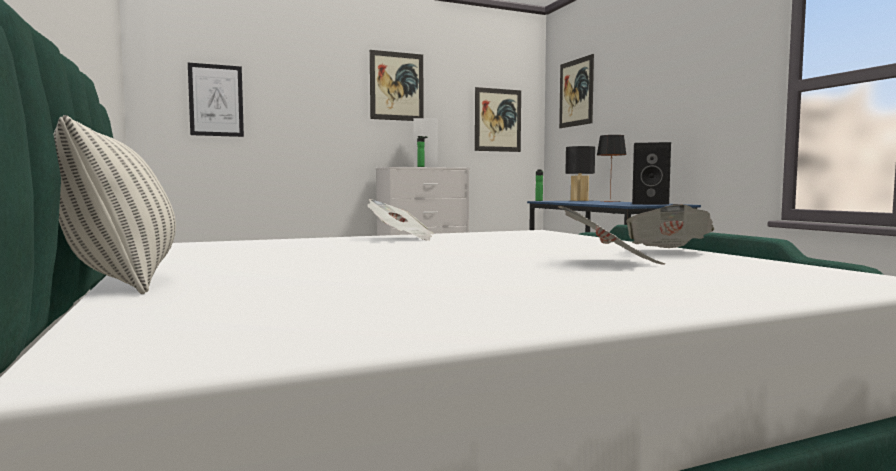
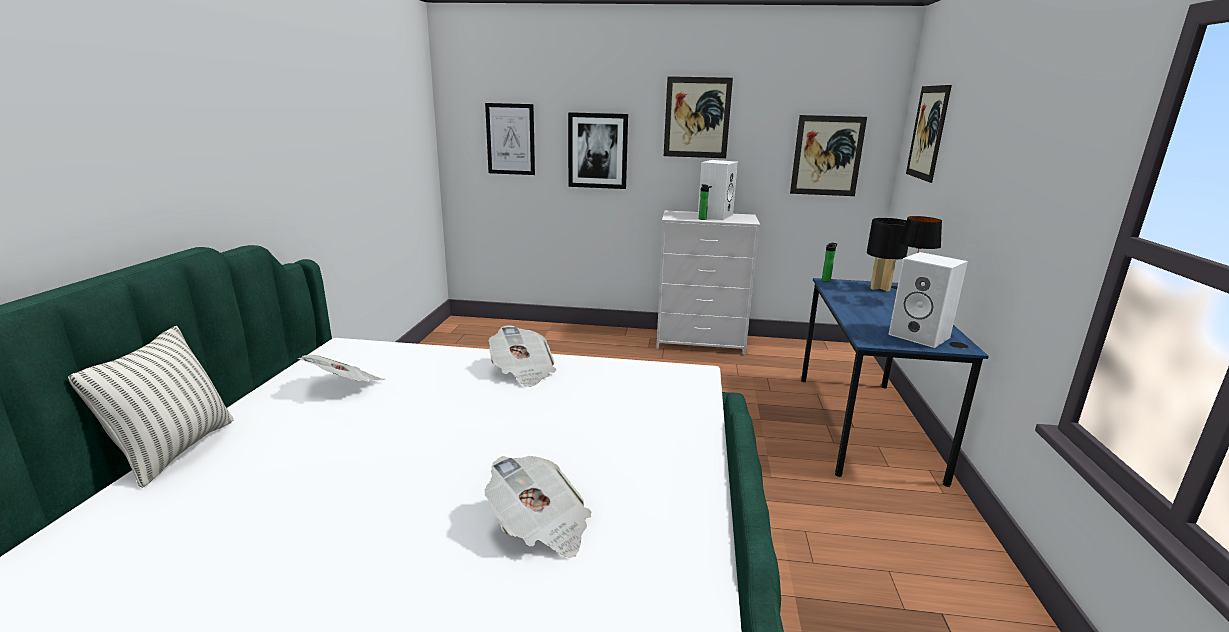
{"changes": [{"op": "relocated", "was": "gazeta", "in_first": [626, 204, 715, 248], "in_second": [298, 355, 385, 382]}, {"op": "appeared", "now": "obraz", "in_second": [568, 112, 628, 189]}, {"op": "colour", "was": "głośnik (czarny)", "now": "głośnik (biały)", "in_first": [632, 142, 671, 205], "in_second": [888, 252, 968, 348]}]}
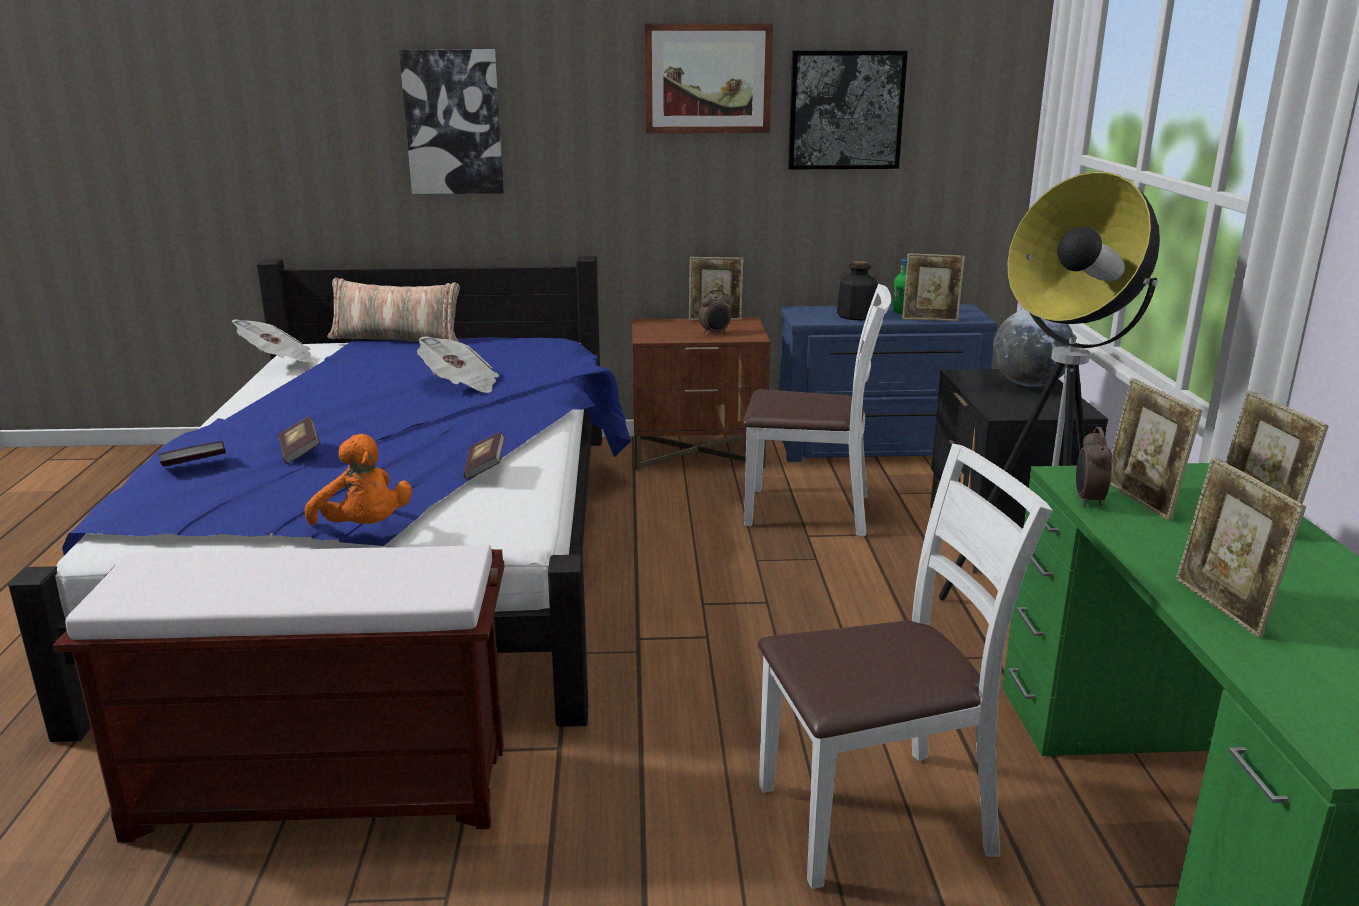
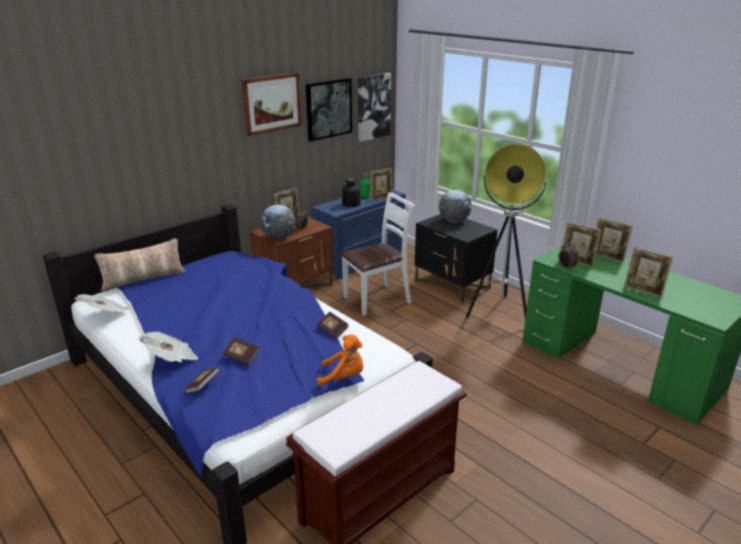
{"changes": [{"op": "relocated", "was": "gazeta", "in_first": [417, 336, 499, 393], "in_second": [138, 332, 199, 362]}, {"op": "appeared", "now": "globus", "in_second": [260, 205, 295, 239]}, {"op": "relocated", "was": "obraz", "in_first": [399, 49, 504, 194], "in_second": [358, 73, 391, 142]}, {"op": "missing", "was": "krzesło (biały)", "in_first": [758, 444, 1053, 889]}]}
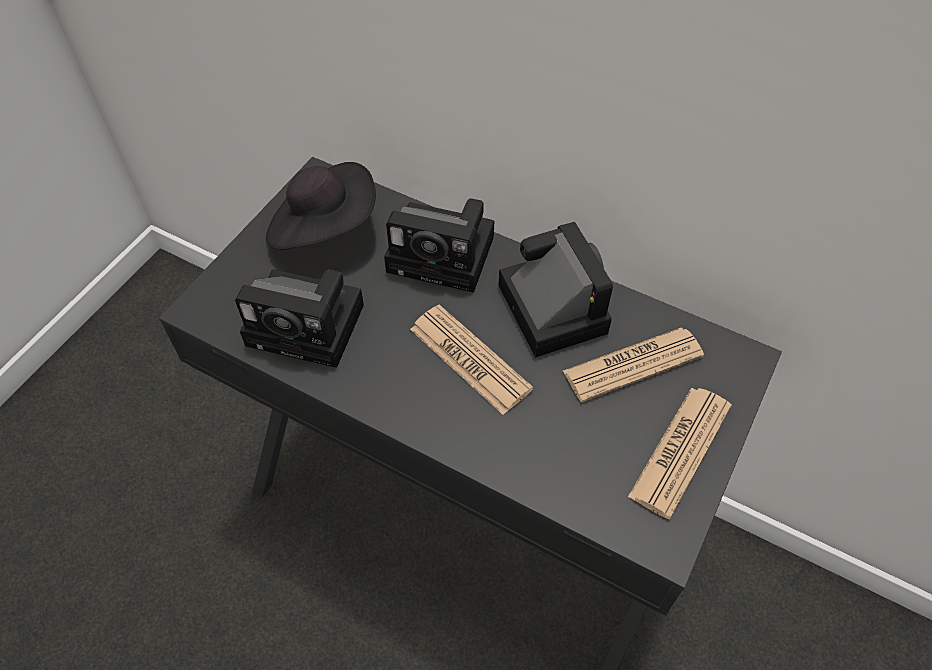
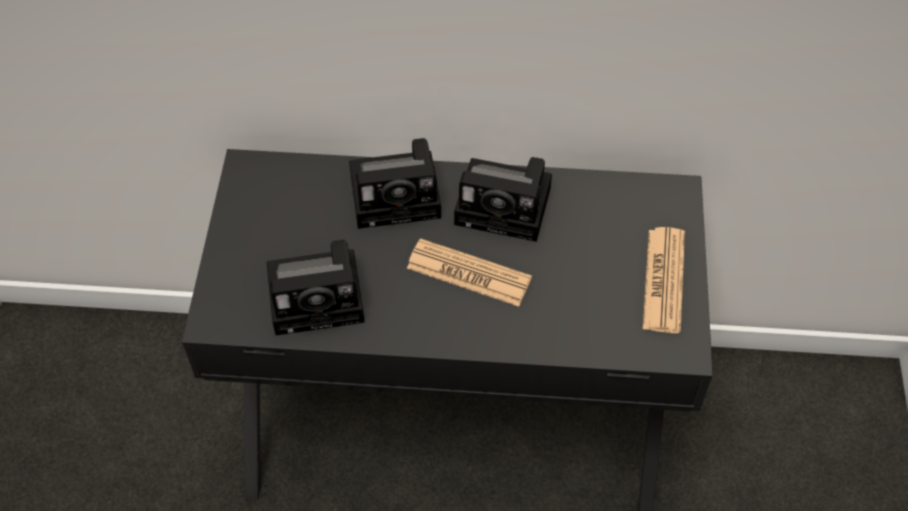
{"changes": [{"op": "spun", "was": "aparat fotograficzny", "in_first": [498, 222, 613, 358], "in_second": [454, 157, 552, 242], "clockwise": 150}, {"op": "missing", "was": "kapelusz (czarny)", "in_first": [266, 162, 376, 250]}, {"op": "missing", "was": "gazeta", "in_first": [563, 327, 704, 402]}]}
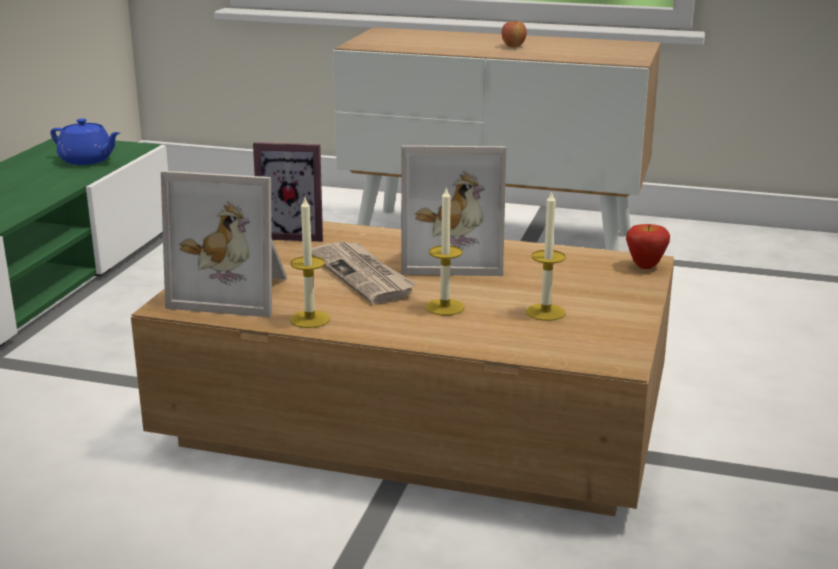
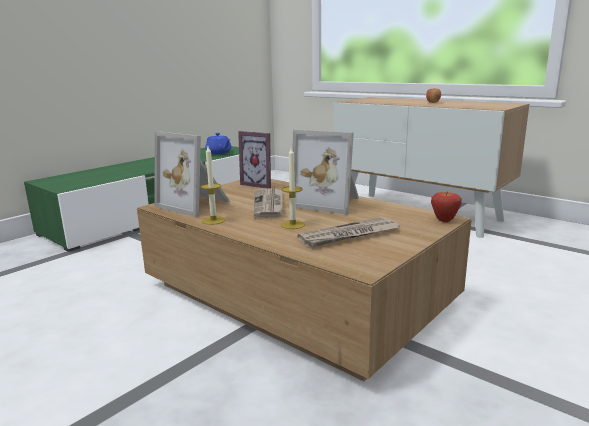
{"changes": [{"op": "exchanged", "was": "świeca", "now": "gazeta", "in_first": [526, 190, 566, 321], "in_second": [297, 217, 400, 248]}]}
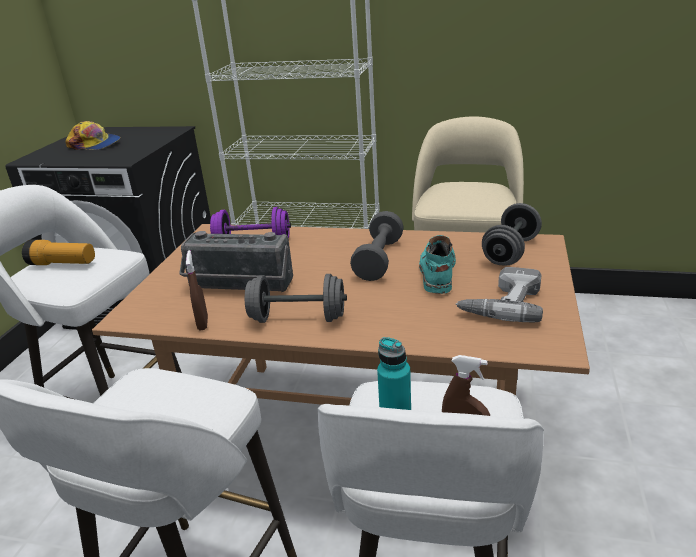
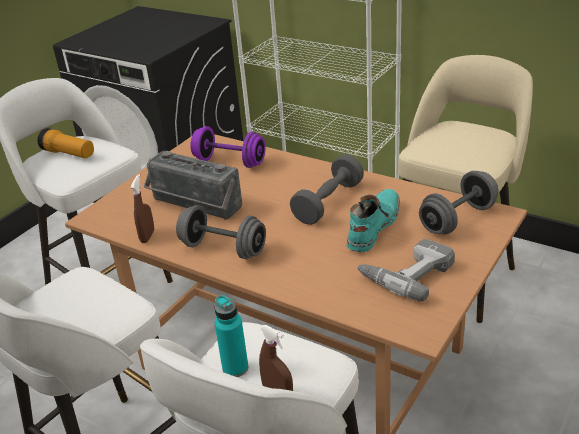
{"changes": [{"op": "missing", "was": "czapka z daszkiem", "in_first": [65, 121, 121, 150]}]}
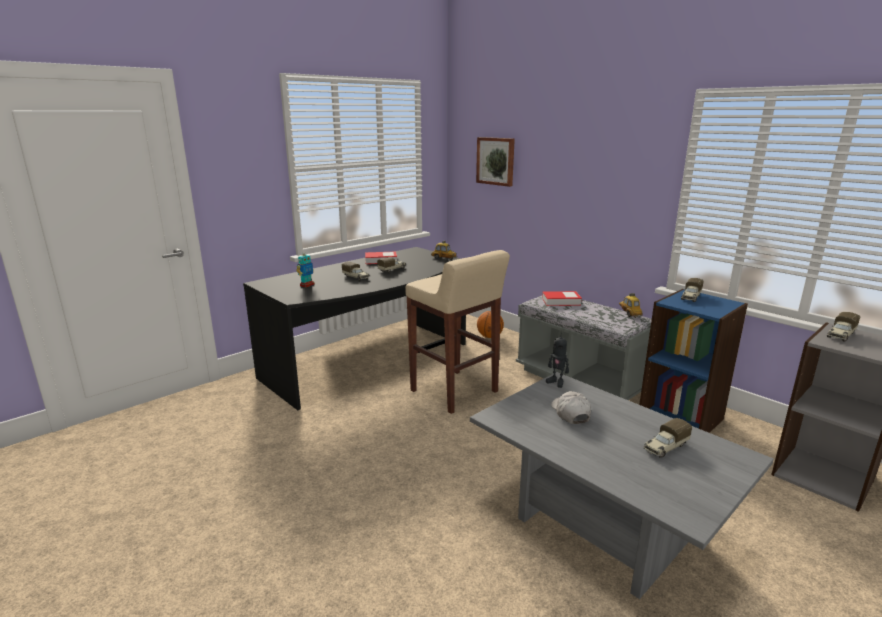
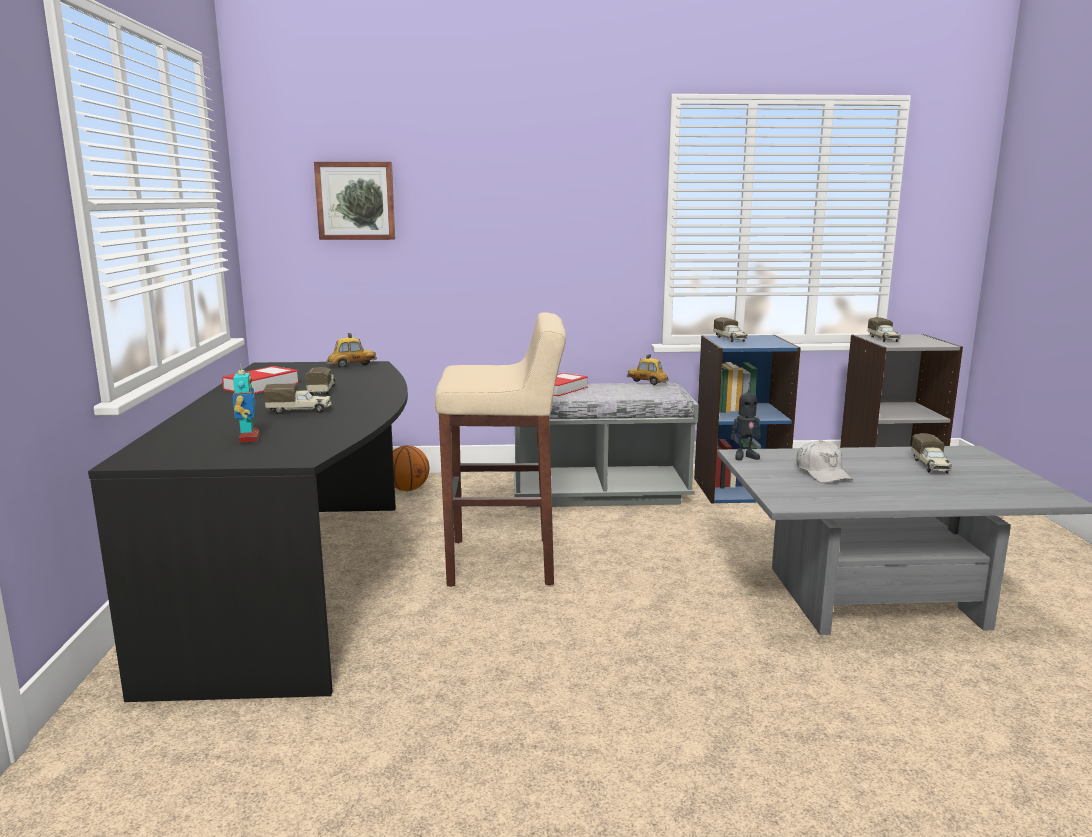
{"changes": [{"op": "spun", "was": "czapka z daszkiem (biały)", "in_first": [551, 391, 591, 424], "in_second": [796, 440, 853, 483], "clockwise": -135}]}
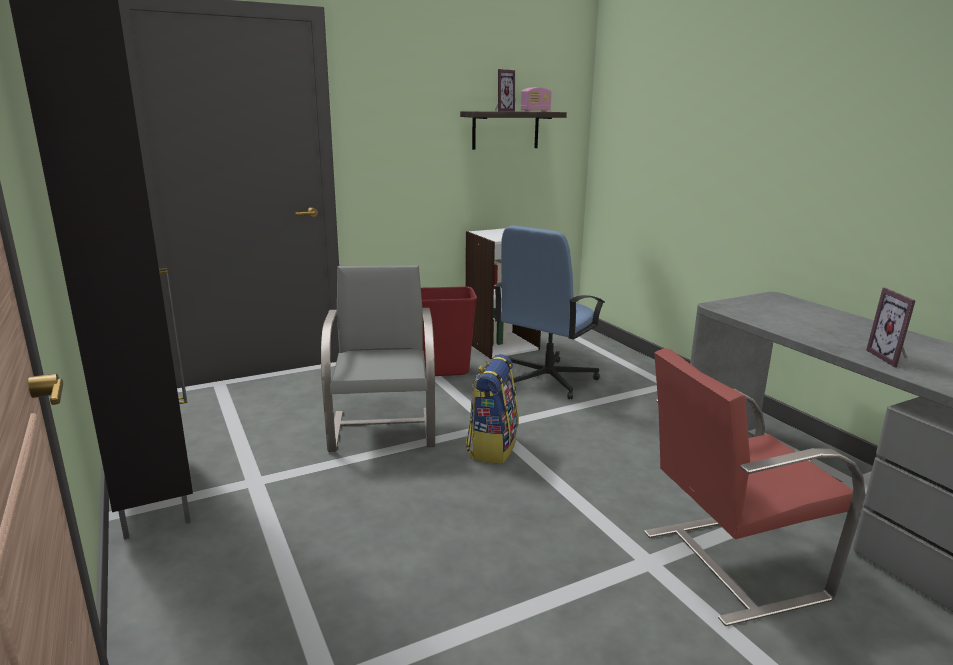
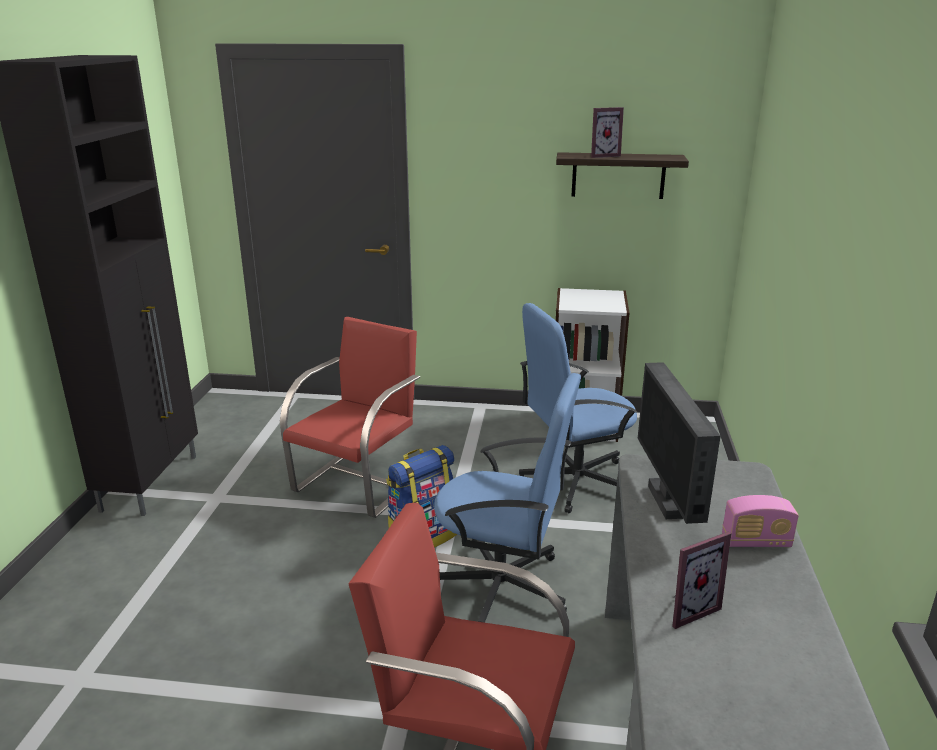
{"changes": [{"op": "colour", "was": "krzesło (szary)", "now": "krzesło (czerwony)", "in_first": [321, 265, 435, 452], "in_second": [280, 317, 420, 518]}, {"op": "appeared", "now": "krzesło biurowe (niebieski)", "in_second": [434, 373, 581, 623]}, {"op": "appeared", "now": "monitor", "in_second": [638, 362, 720, 524]}, {"op": "spun", "was": "ramka na zdjęcie", "in_first": [866, 288, 915, 367], "in_second": [672, 531, 731, 629], "clockwise": -150}, {"op": "relocated", "was": "radio", "in_first": [520, 87, 551, 112], "in_second": [722, 495, 799, 547]}, {"op": "missing", "was": "kosz na śmieci (czerwony)", "in_first": [421, 286, 477, 376]}]}
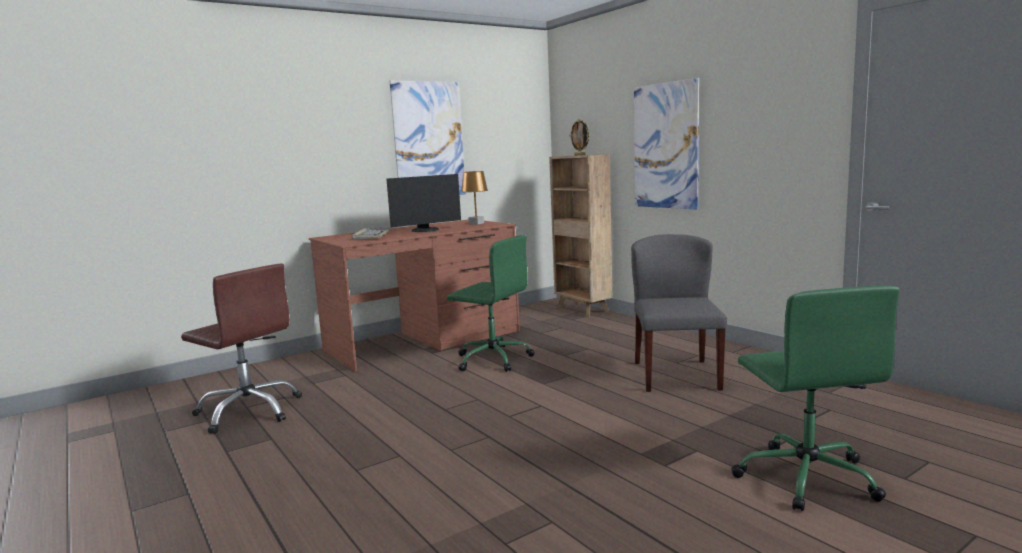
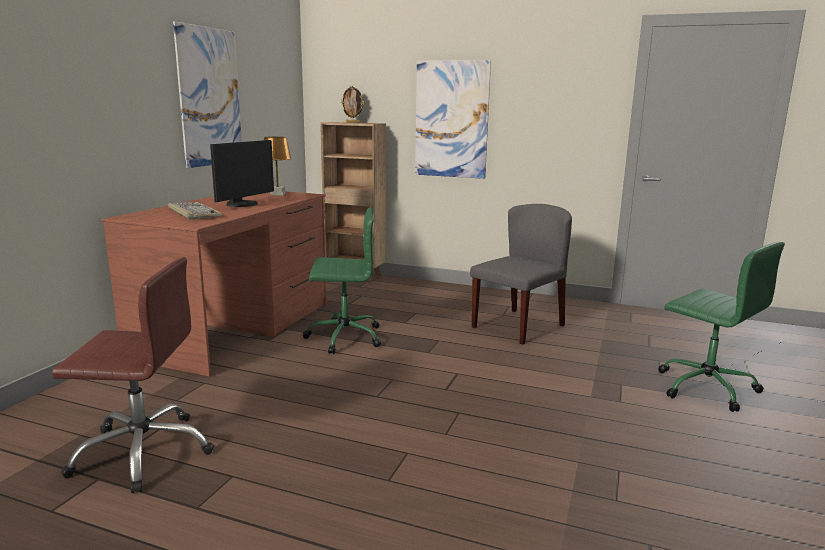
{"changes": [{"op": "spun", "was": "krzesło (szary)", "in_first": [631, 234, 727, 392], "in_second": [470, 204, 572, 345], "clockwise": 75}]}
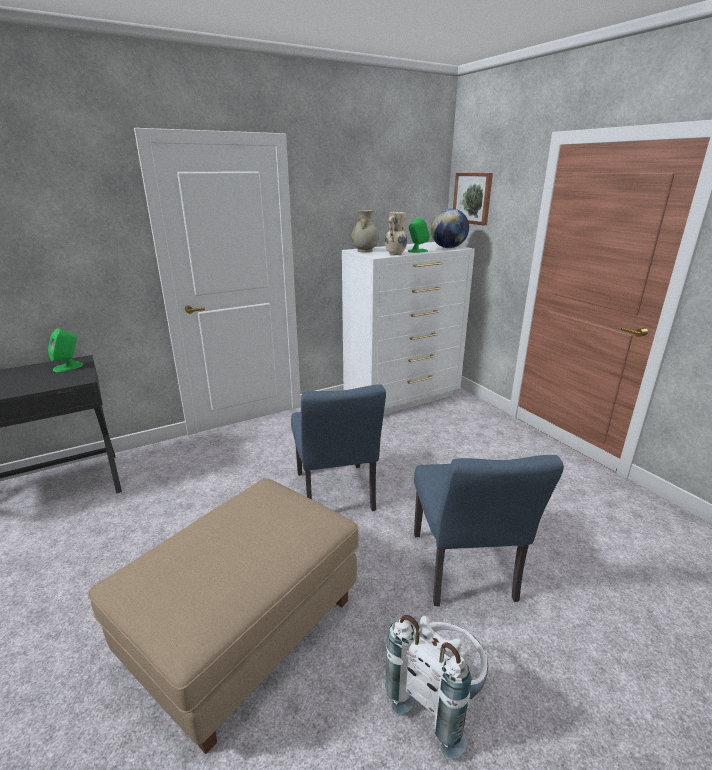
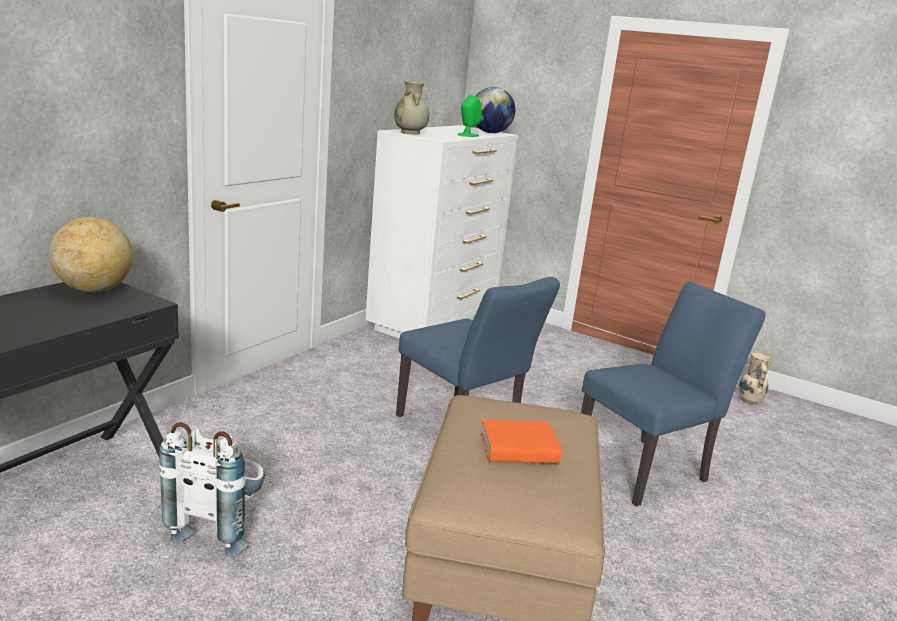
{"changes": [{"op": "exchanged", "was": "głośnik (zielony)", "now": "globus", "in_first": [48, 328, 83, 372], "in_second": [49, 217, 133, 293]}, {"op": "relocated", "was": "plecak (biały)", "in_first": [385, 615, 488, 758], "in_second": [159, 422, 265, 556]}, {"op": "appeared", "now": "książka (pomarańczowy)", "in_second": [481, 420, 562, 463]}, {"op": "spun", "was": "krzesło (niebieski)", "in_first": [414, 455, 564, 606], "in_second": [581, 281, 766, 507], "clockwise": -90}, {"op": "relocated", "was": "wazon (beżowy)", "in_first": [385, 211, 407, 255], "in_second": [739, 353, 772, 404]}, {"op": "missing", "was": "obraz", "in_first": [453, 173, 493, 226]}]}
